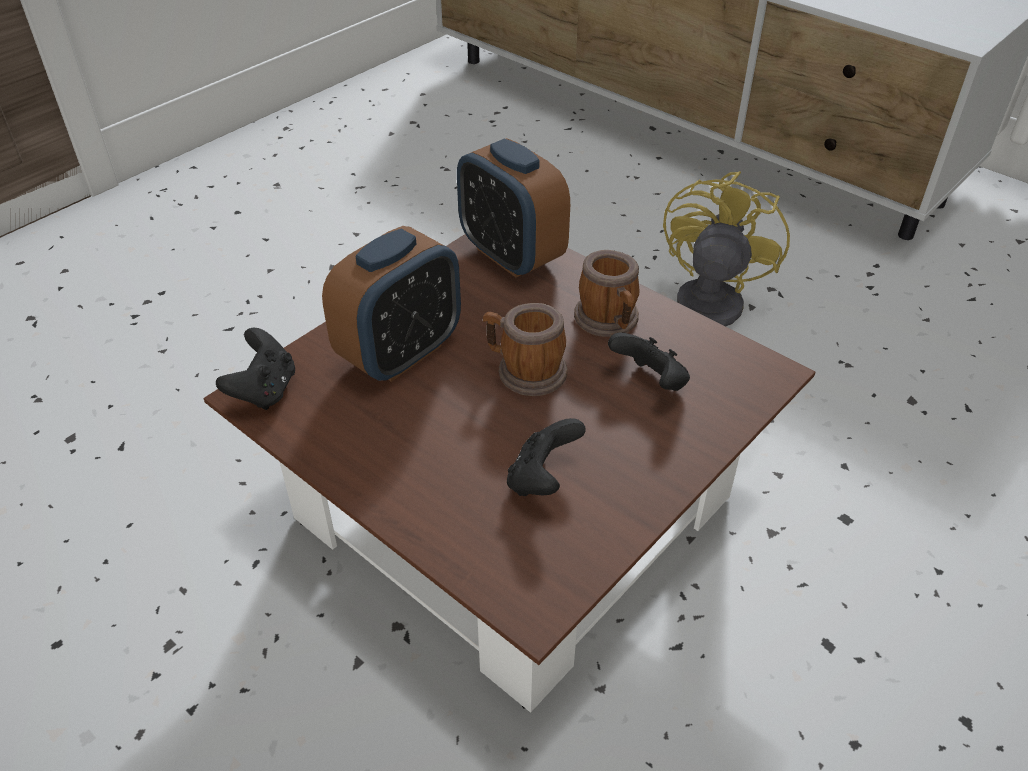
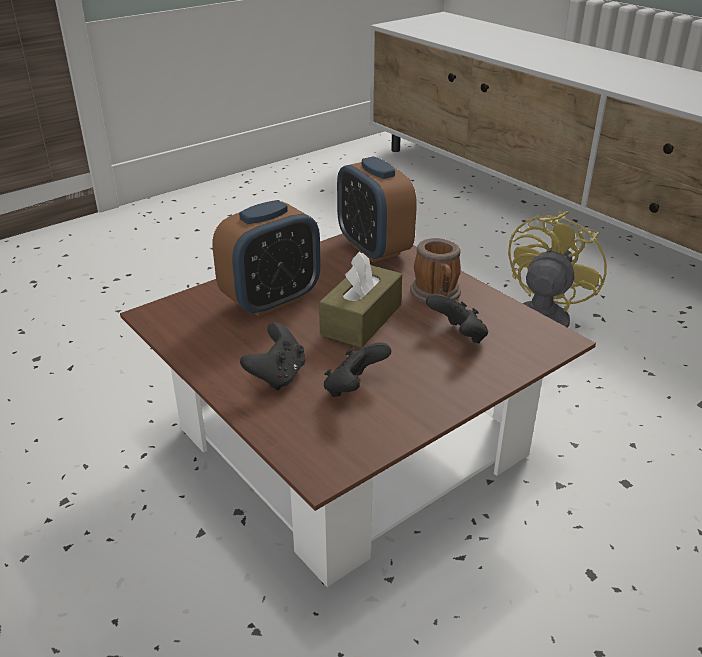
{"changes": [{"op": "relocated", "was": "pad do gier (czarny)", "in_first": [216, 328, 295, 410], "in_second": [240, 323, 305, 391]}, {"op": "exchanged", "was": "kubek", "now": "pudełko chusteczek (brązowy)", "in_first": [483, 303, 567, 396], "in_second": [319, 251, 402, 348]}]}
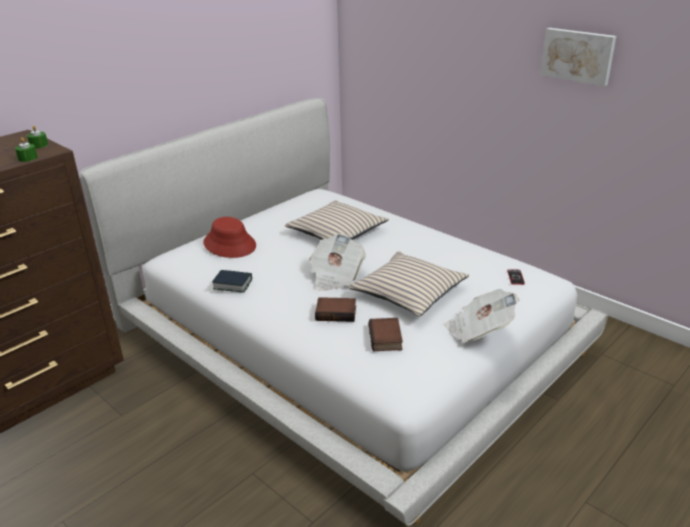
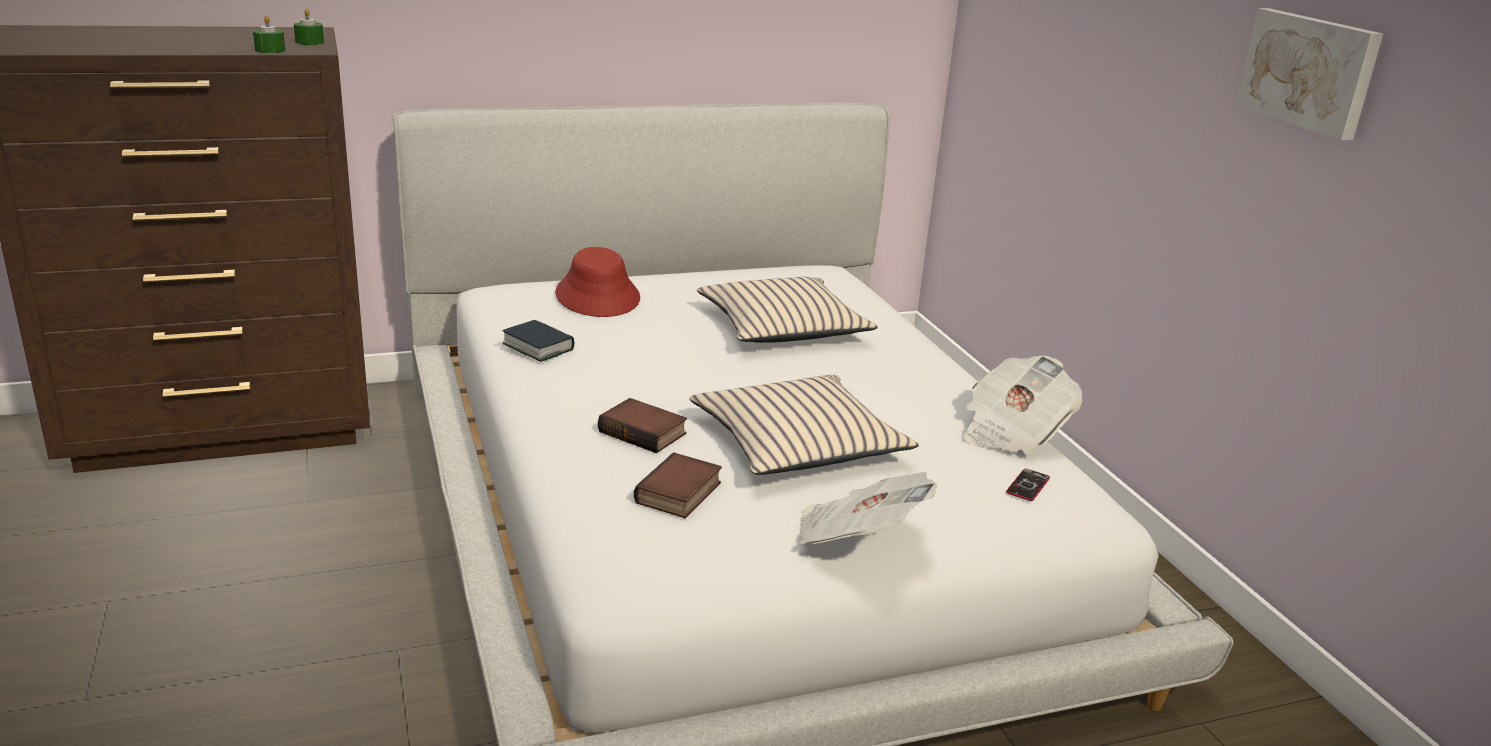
{"changes": [{"op": "relocated", "was": "gazeta", "in_first": [309, 234, 366, 291], "in_second": [963, 355, 1082, 454]}]}
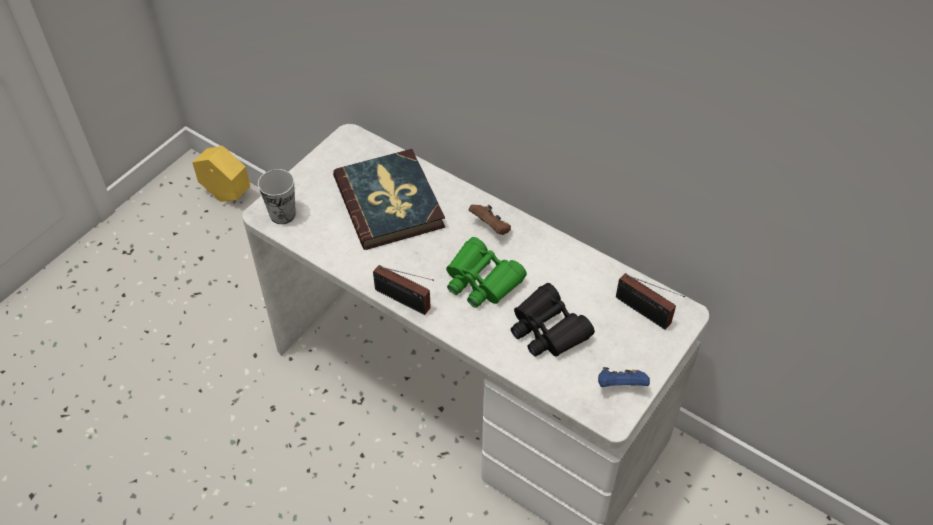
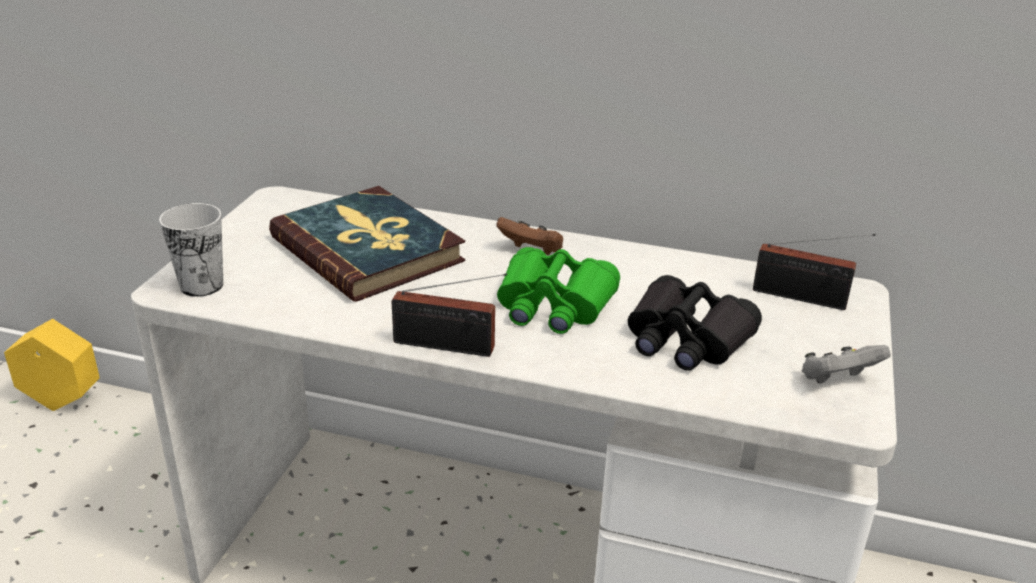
{"changes": [{"op": "colour", "was": "pad do gier (niebieski)", "now": "pad do gier (szary)", "in_first": [598, 367, 650, 387], "in_second": [802, 345, 890, 384]}]}
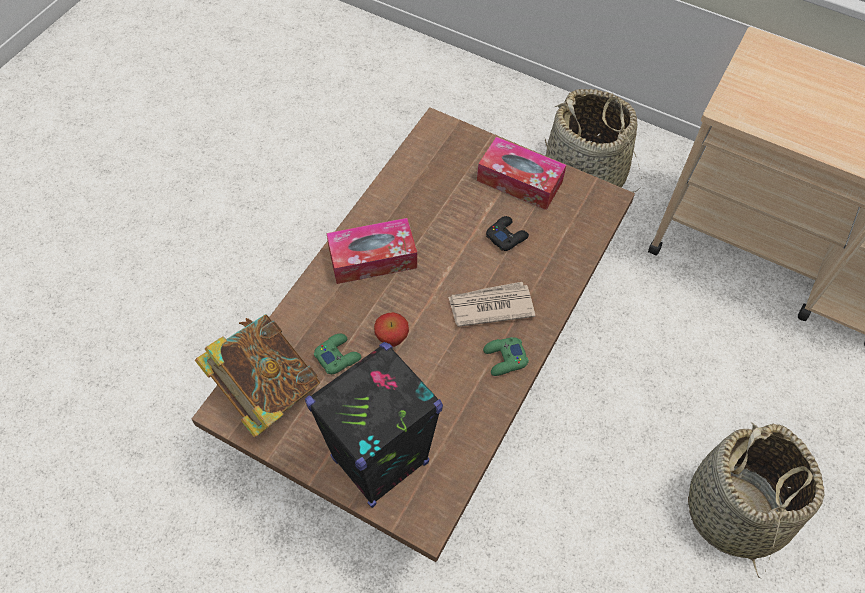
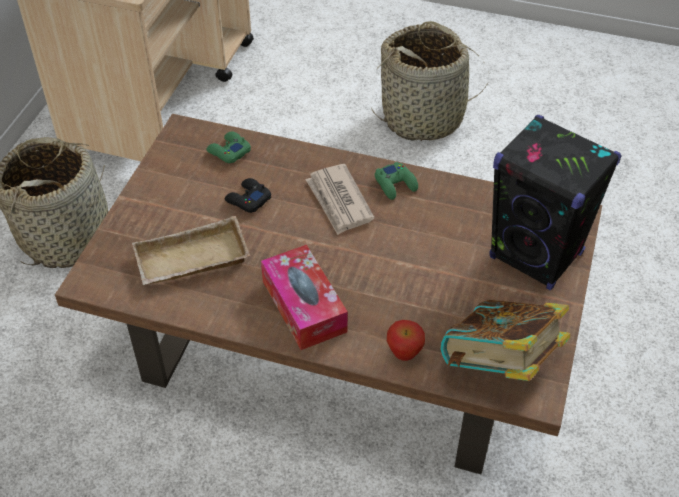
{"changes": [{"op": "appeared", "now": "taca (beżowy)", "in_second": [132, 216, 250, 285]}, {"op": "relocated", "was": "pad do gier (zielony)", "in_first": [314, 333, 361, 374], "in_second": [207, 131, 251, 163]}, {"op": "relocated", "was": "jabłko", "in_first": [374, 312, 409, 347], "in_second": [387, 320, 425, 361]}, {"op": "missing", "was": "pudełko chusteczek", "in_first": [477, 137, 567, 210]}]}
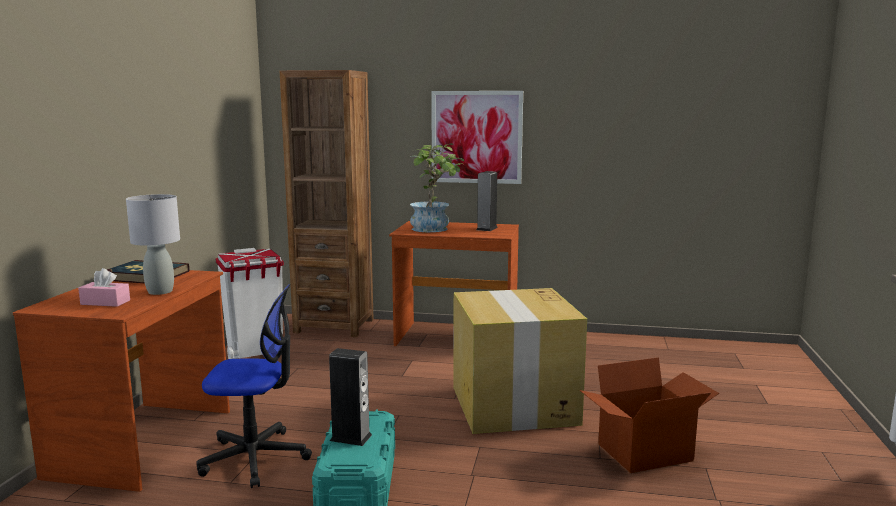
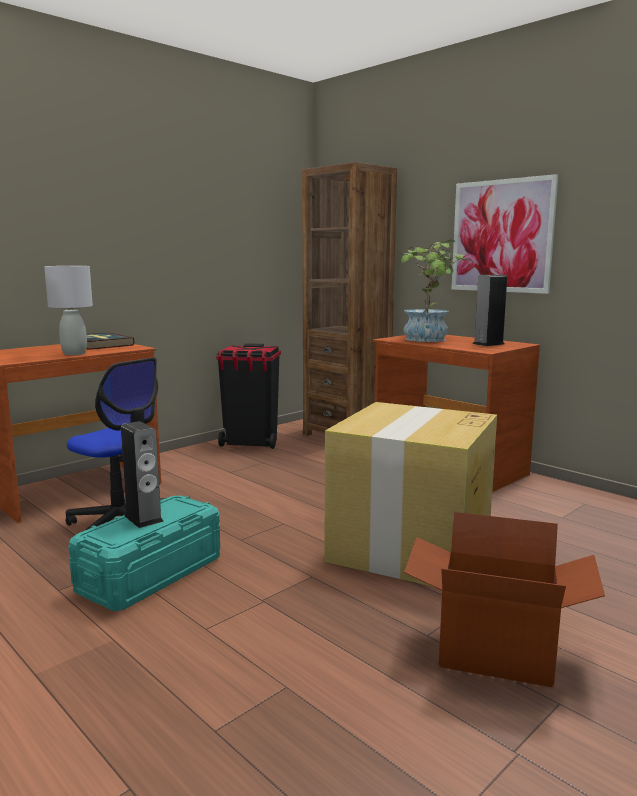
{"changes": [{"op": "colour", "was": "kosz na śmieci (biały)", "now": "kosz na śmieci (czarny)", "in_first": [216, 248, 284, 359], "in_second": [216, 343, 281, 449]}, {"op": "missing", "was": "pudełko chusteczek (różowy)", "in_first": [78, 268, 130, 307]}]}
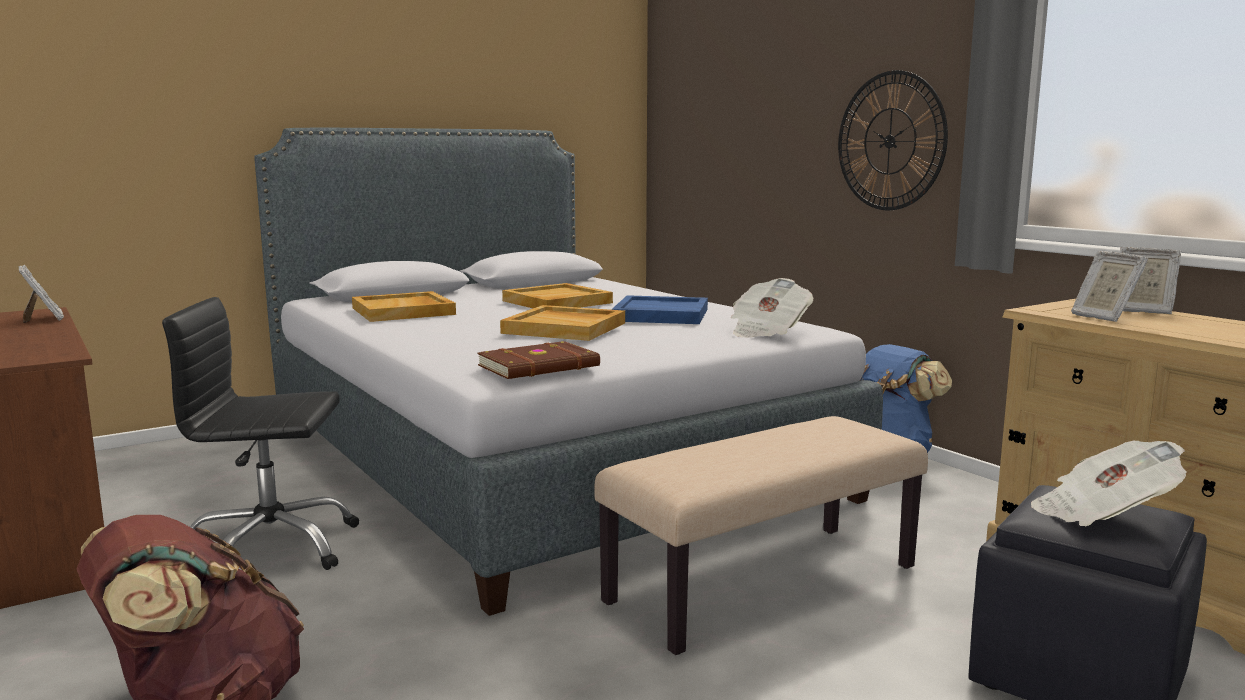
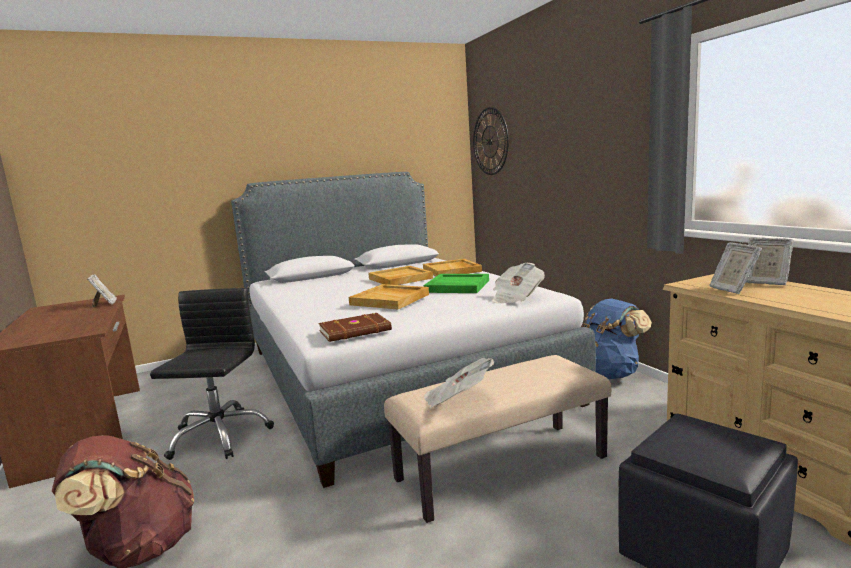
{"changes": [{"op": "spun", "was": "krzesło biurowe (czarny)", "in_first": [162, 297, 359, 570], "in_second": [150, 288, 274, 460], "clockwise": 90}, {"op": "relocated", "was": "taca (beżowy)", "in_first": [352, 291, 456, 322], "in_second": [423, 259, 482, 277]}, {"op": "colour", "was": "taca (niebieski)", "now": "taca (zielony)", "in_first": [612, 295, 708, 324], "in_second": [424, 274, 489, 293]}, {"op": "relocated", "was": "gazeta", "in_first": [1031, 441, 1186, 526], "in_second": [424, 358, 494, 408]}, {"op": "relocated", "was": "zegar ścienny", "in_first": [838, 70, 948, 210], "in_second": [473, 107, 509, 175]}]}
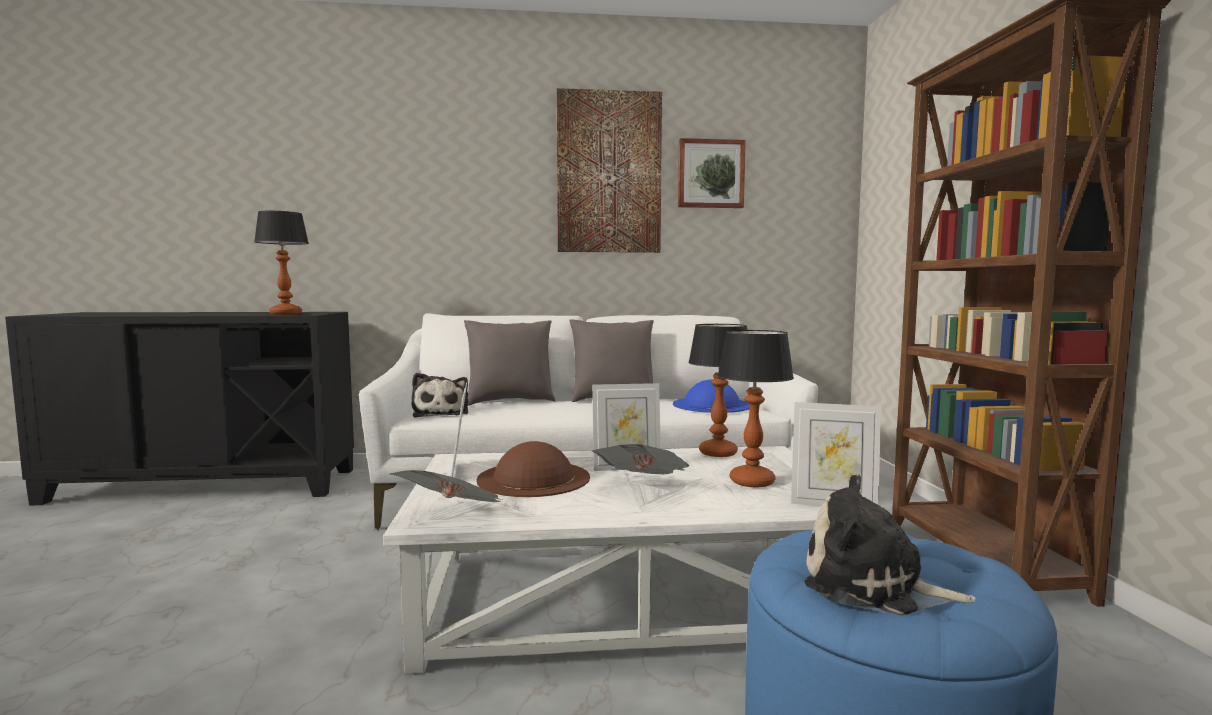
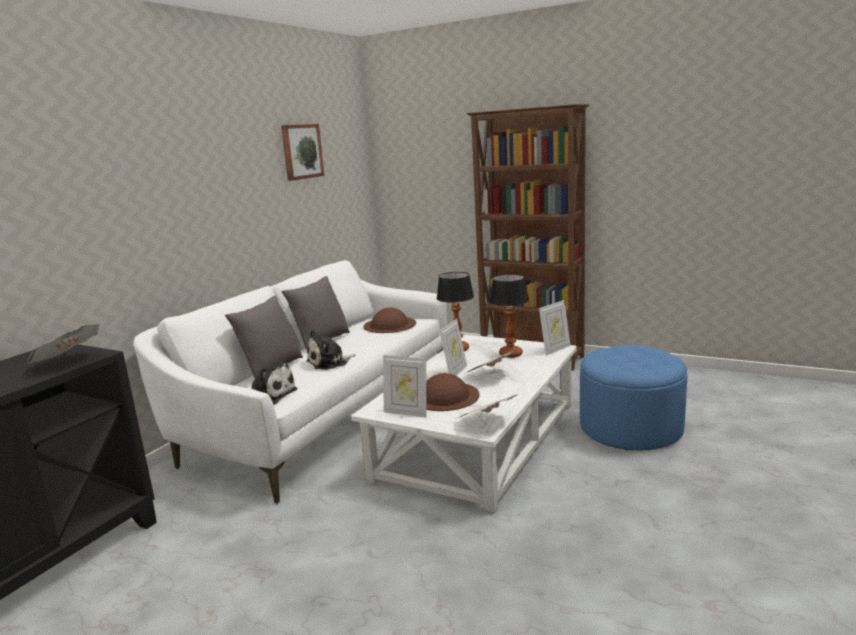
{"changes": [{"op": "exchanged", "was": "lampa stołowa", "now": "gazeta", "in_first": [254, 211, 309, 315], "in_second": [27, 324, 100, 364]}, {"op": "relocated", "was": "pluszak", "in_first": [804, 475, 976, 615], "in_second": [306, 329, 356, 370]}, {"op": "colour", "was": "kapelusz (niebieski)", "now": "kapelusz (brązowy)", "in_first": [673, 379, 749, 413], "in_second": [363, 308, 416, 333]}, {"op": "missing", "was": "obraz", "in_first": [557, 88, 662, 253]}]}
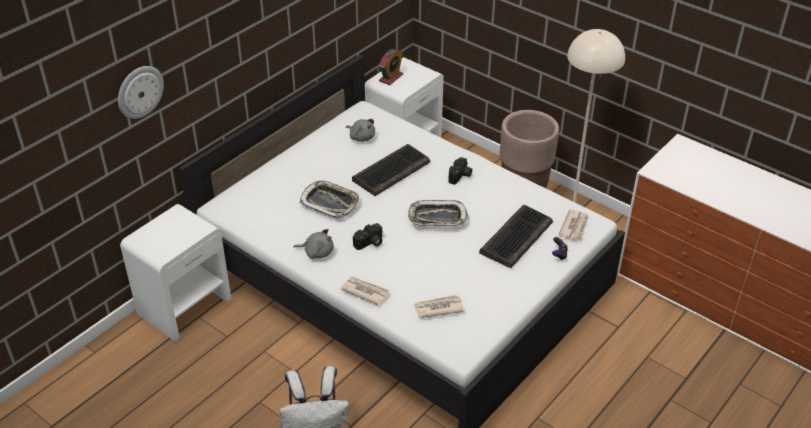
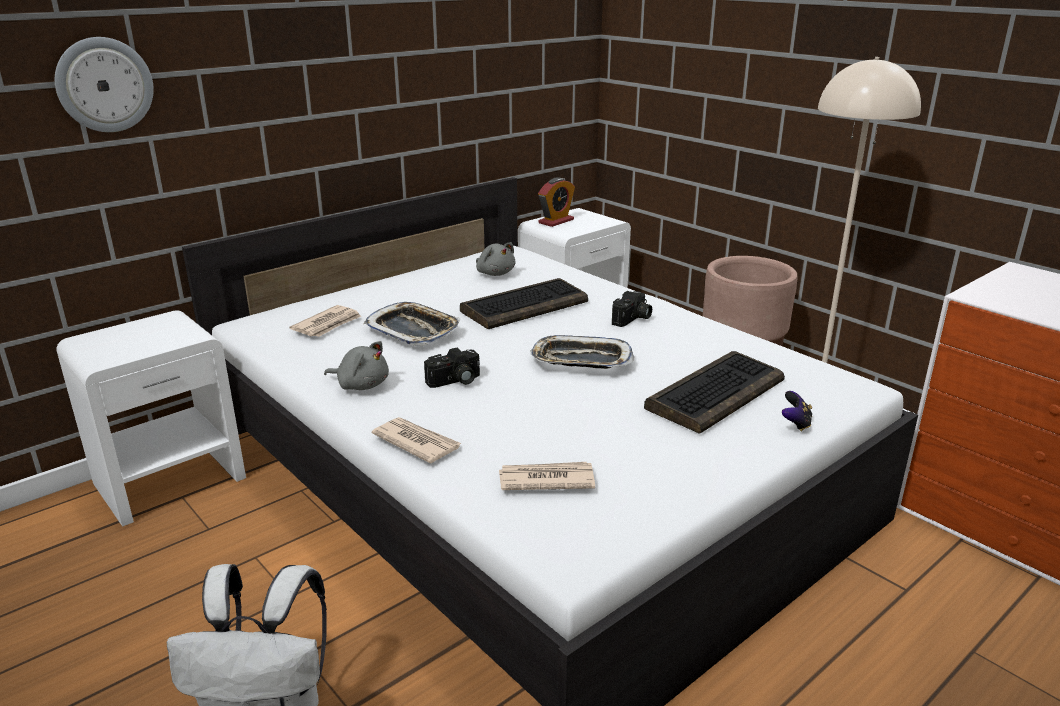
{"changes": [{"op": "relocated", "was": "gazeta", "in_first": [558, 209, 589, 241], "in_second": [290, 305, 361, 337]}]}
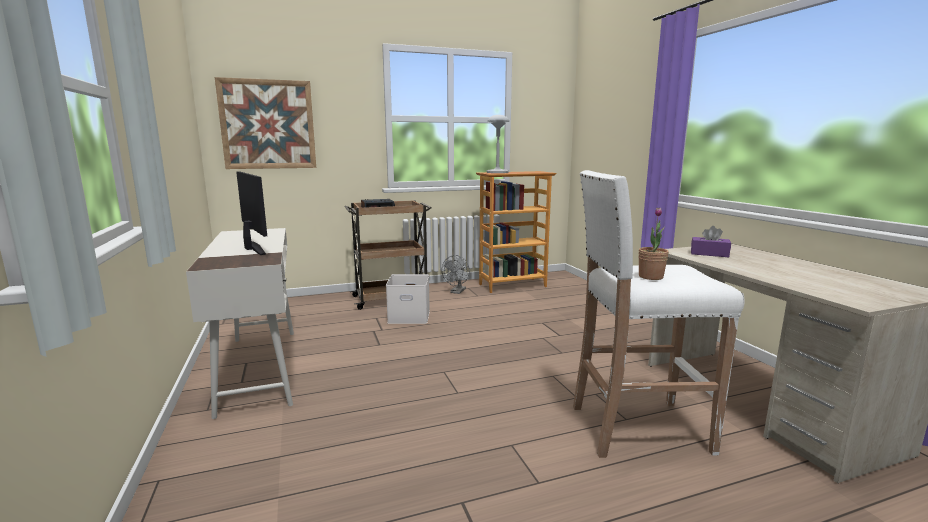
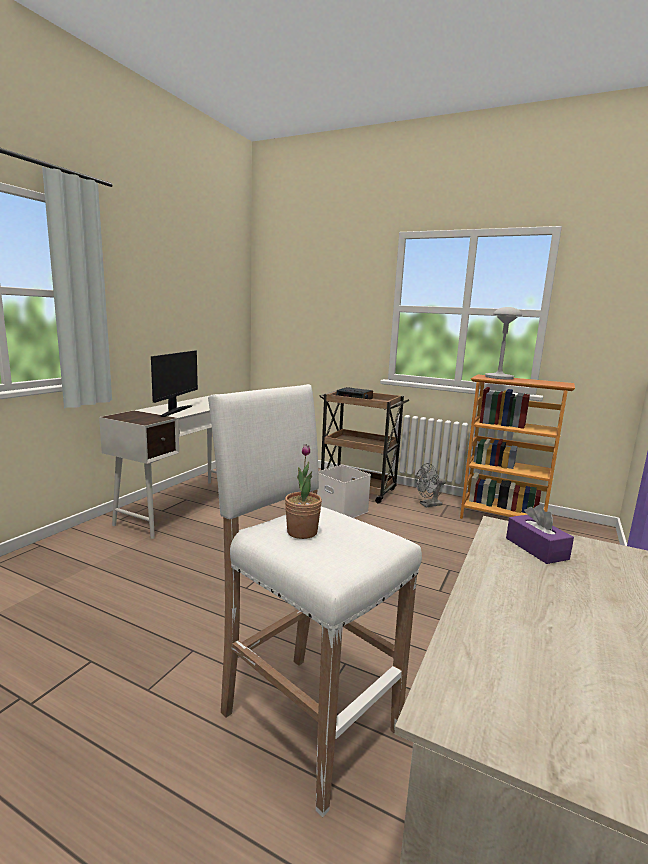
{"changes": [{"op": "missing", "was": "obraz", "in_first": [215, 77, 316, 169]}]}
